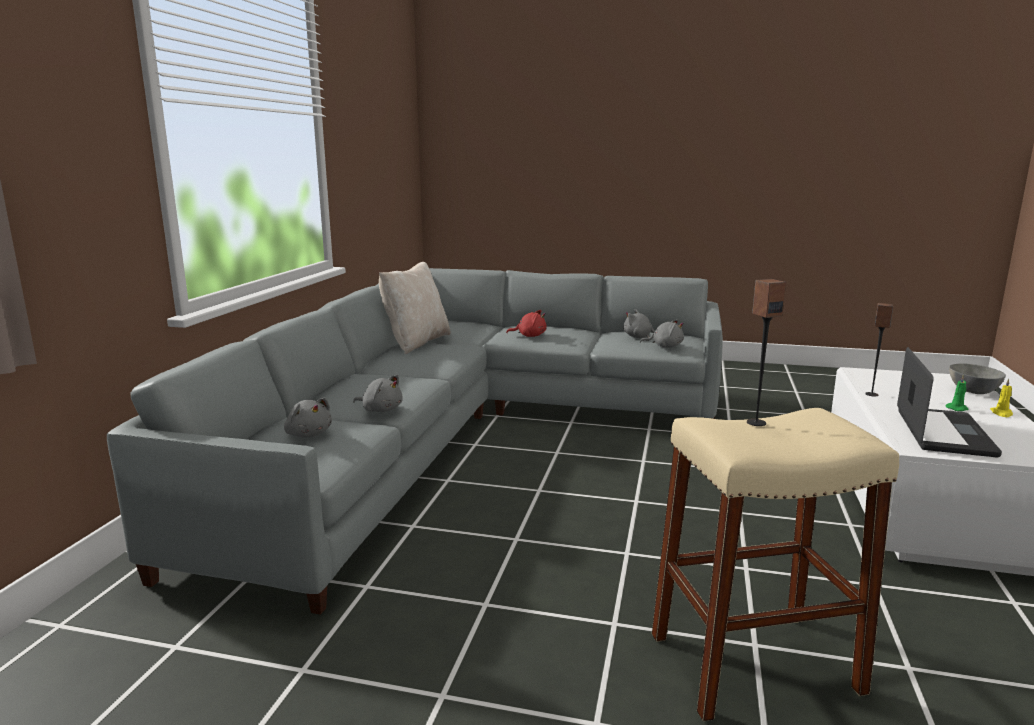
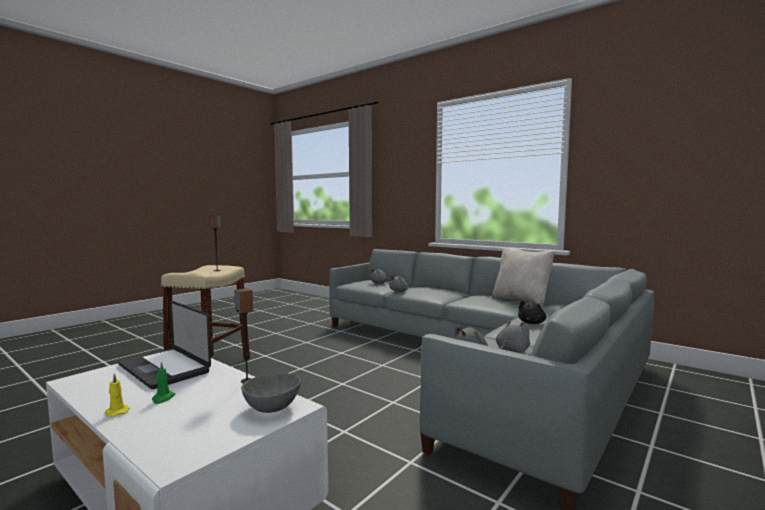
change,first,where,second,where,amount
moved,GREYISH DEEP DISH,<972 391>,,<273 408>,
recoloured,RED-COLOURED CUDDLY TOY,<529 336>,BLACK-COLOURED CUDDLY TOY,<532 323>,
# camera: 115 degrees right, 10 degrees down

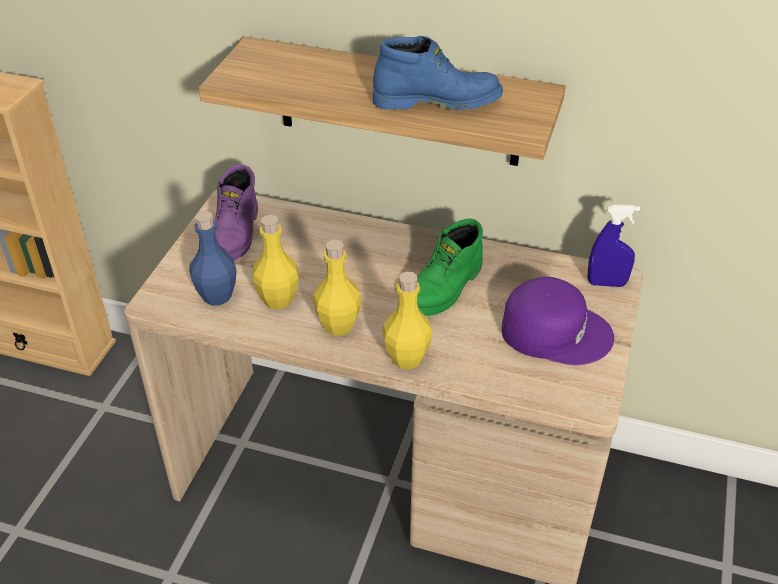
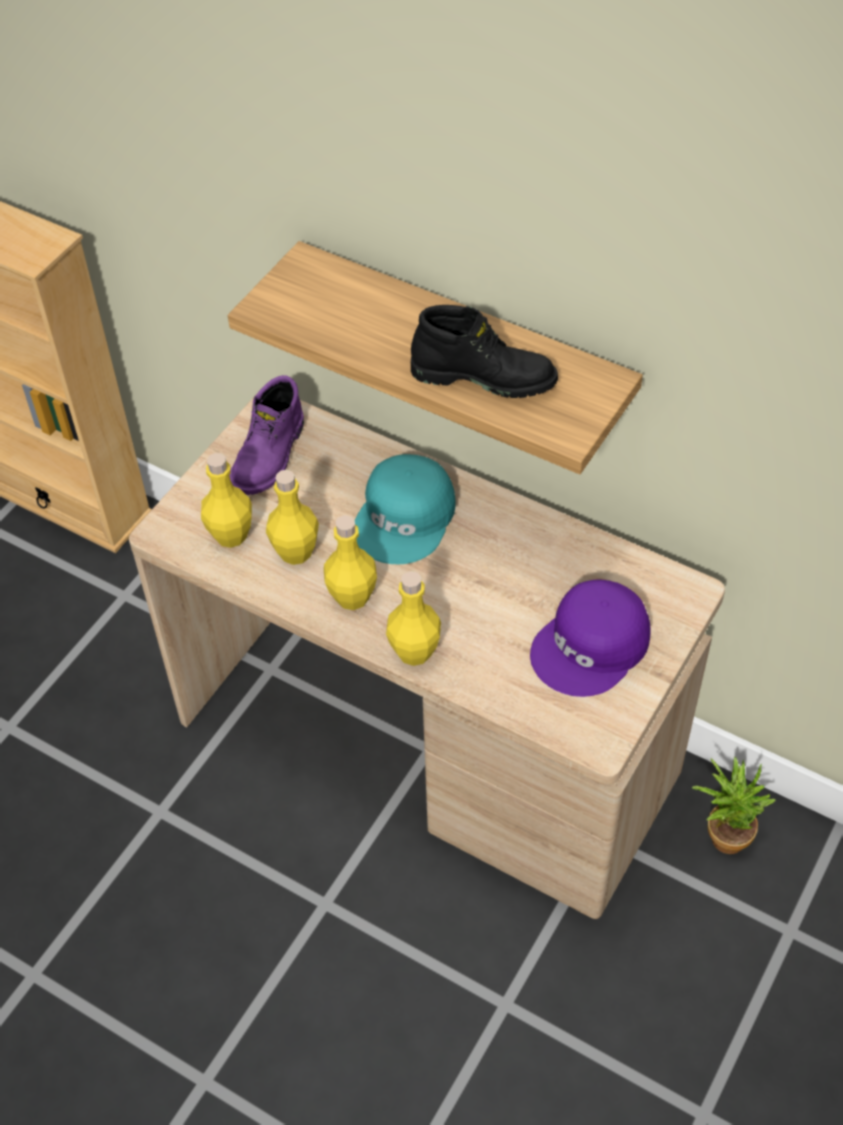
change,first,where,second,where,amount
recoloured,BLUE BEVERAGE BOTTLE,<217 296>,YELLOW-COLOURED BEVERAGE BOTTLE,<231 535>,
added,,,TURQUOISE CAP,<406 518>,
recoloured,BLUE TALL BOOT,<437 101>,BLACK-COLOURED TALL BOOT,<484 376>,
turned,PURPLISH CAP,<555 330>,,<592 646>,105 degrees clockwise
added,,,HOUSEPLANT,<724 832>,
removed,GREEN-COLOURED TALL BOOT,<444 289>,,,
removed,BLUE SPRAYER,<606 283>,,,
# camera: 15 degrees right, 10 degrees up

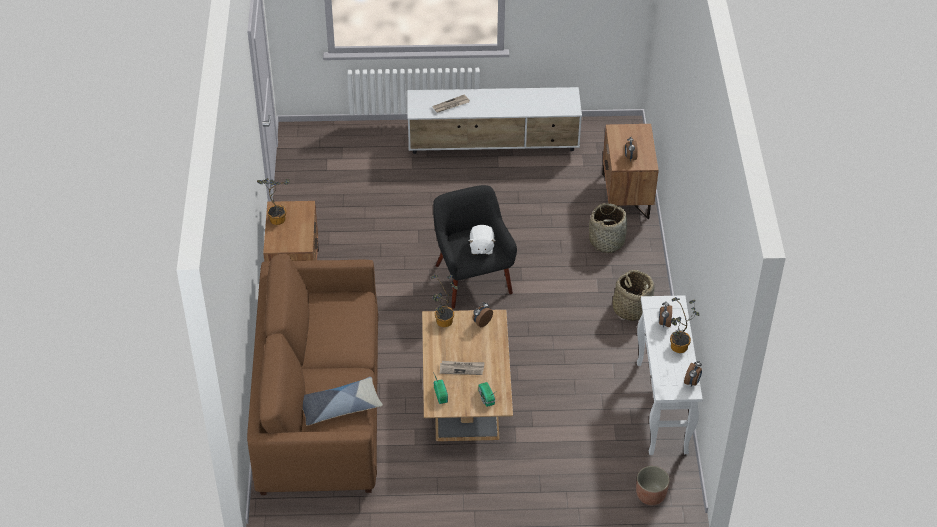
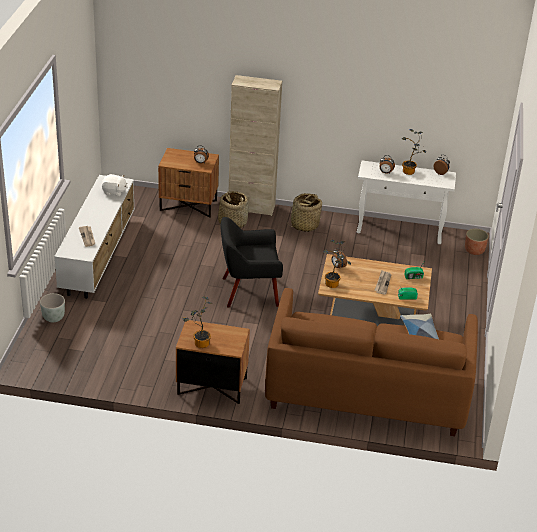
change,first,where,second,where,amount
added,,,GREYISH PLANTER,<53 317>,
moved,WHITE-COLOURED CUDDLY TOY,<481 247>,,<114 192>,
added,,,BEIGE-COLOURED CABINET,<251 207>,
# camera: 80 degrees left, 10 degrees down

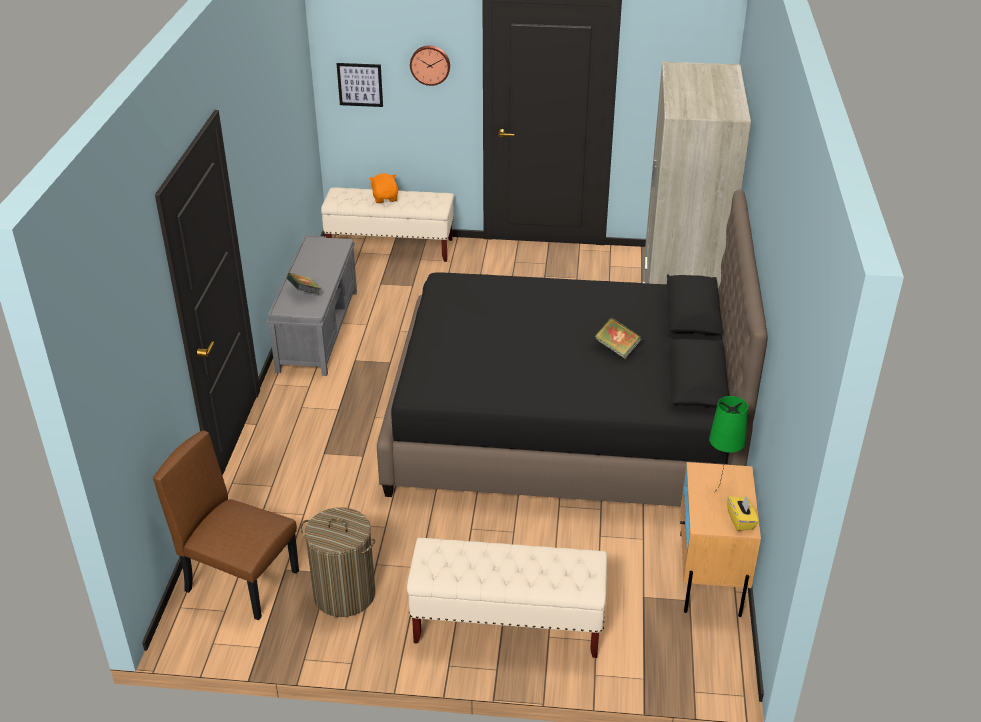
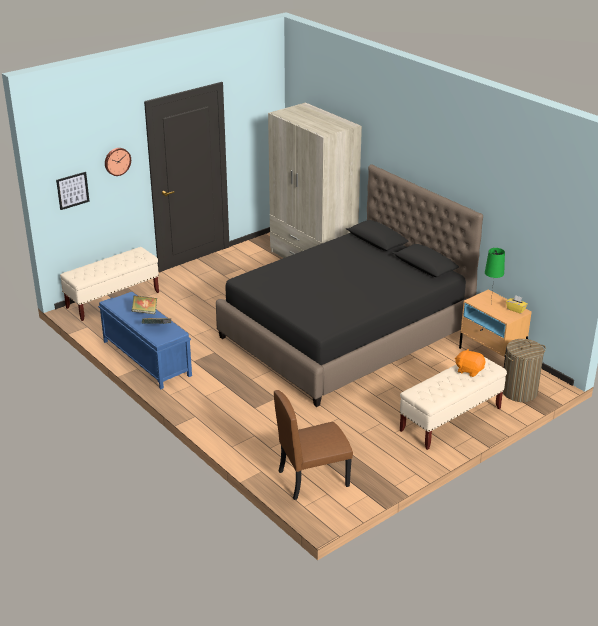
change,first,where,second,where,amount
recoloured,GREYISH LONG SEAT,<318 329>,BLUE LONG SEAT,<146 358>,
moved,BOUND BOOK,<617 348>,,<145 311>,
moved,ORANGEY CUDDLY TOY,<385 198>,,<469 370>,
moved,LAUNDRY BASKET,<344 594>,,<519 392>,
# camera: 45 degrees left, 5 degrees down

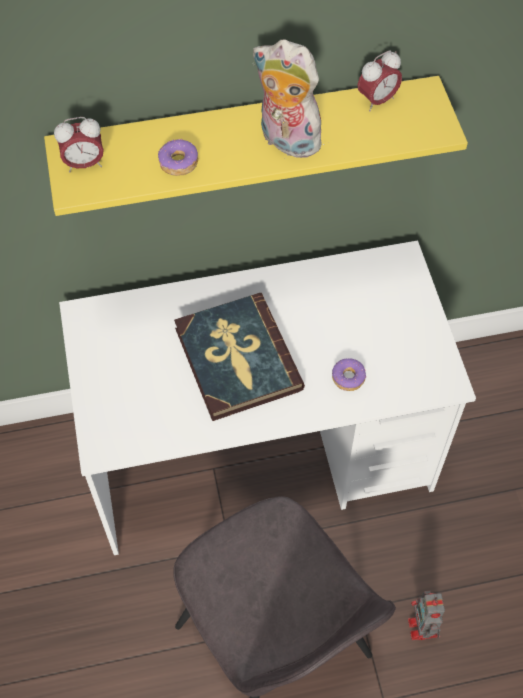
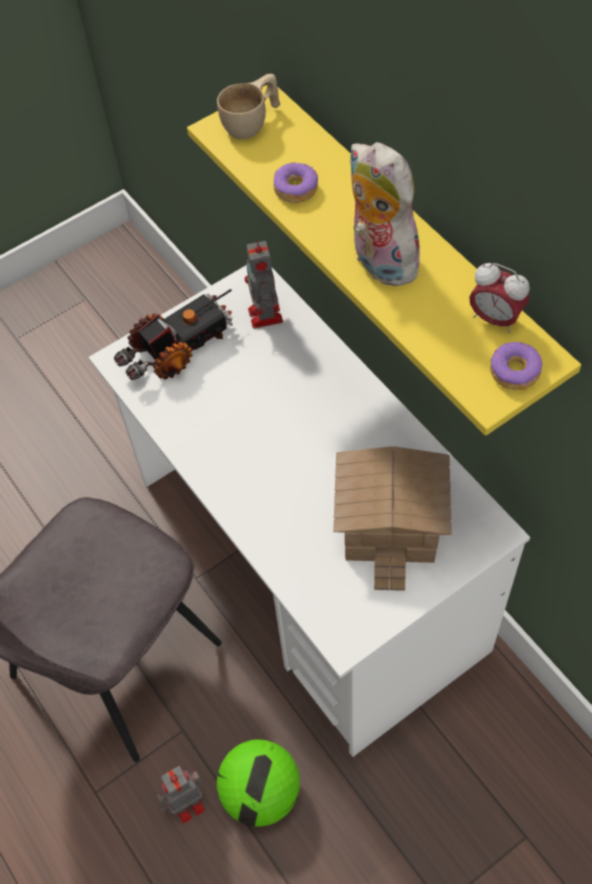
change,first,where,second,where,amount
added,,,MODEL TRUCK,<179 349>,
replaced,ALARM CLOCK,<84 164>,BEIGE-COLOURED DRINKING CUP,<252 123>,
added,,,BALL FOR FOOTBALL,<261 793>,
added,,,MODEL ROBOT,<265 317>,
added,,,TOY HOUSE,<387 521>,
turned,CUDDLY TOY,<286 141>,,<379 261>,45 degrees counterclockwise
moved,DOUGHNUT,<348 378>,,<514 372>,
removed,BOUND BOOK,<237 359>,,,
# camera: 70 degrees right, 0 degrees up

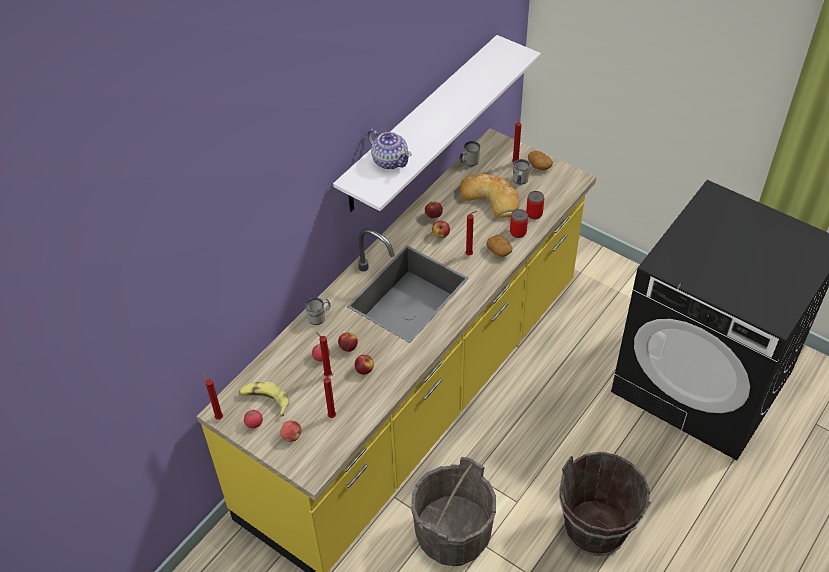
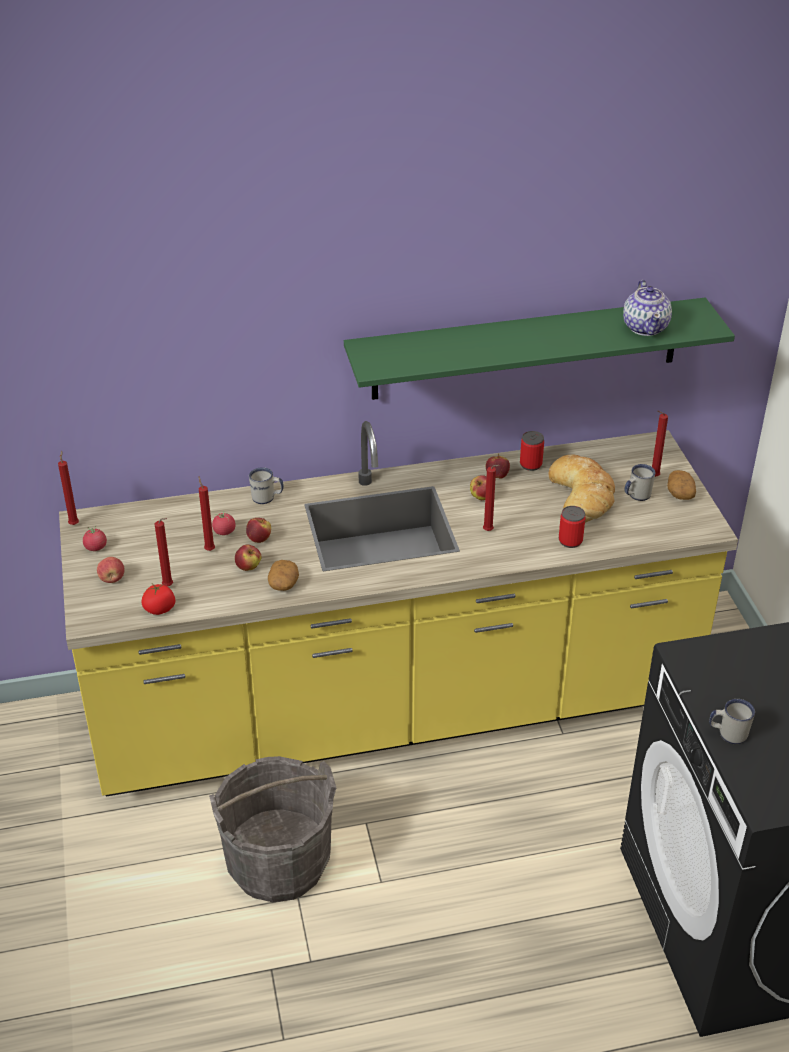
change,first,where,second,where,amount
added,,,FRESH TOMATO,<160 609>,
moved,SPUD,<499 251>,,<283 584>,
recoloured,WHITE-COLOURED WALL SHELF,<420 124>,GREEN-COLOURED WALL SHELF,<526 349>,
moved,CAN,<534 214>,,<530 464>,
moved,TEAPOT,<390 160>,,<645 327>,
moved,WHITE-COLOURED TEA MUG,<468 162>,,<727 733>,
removed,BANANA,<265 400>,,,
removed,BROWN-COLOURED PAIL,<595 529>,,,
# camera: 40 degrees right, 10 degrees down

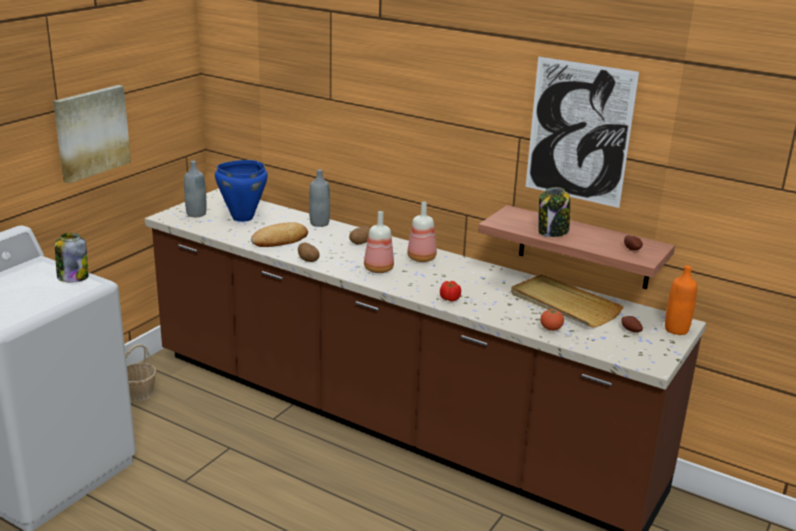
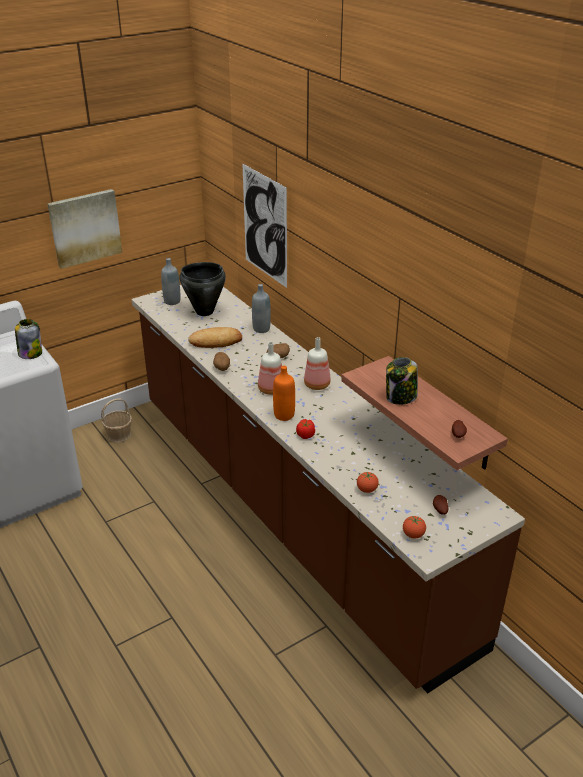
change,first,where,second,where,amount
recoloured,BLUE STOCKPOT,<242 218>,BLACK-COLOURED STOCKPOT,<204 311>,
moved,WALL PICTURE,<579 132>,,<265 225>,
moved,ORANGEY BEVERAGE BOTTLE,<676 329>,,<284 415>,
added,,,FRESH TOMATO,<413 534>,
removed,BEIGE-COLOURED CARRYING TRAY,<564 304>,,,
# camera: 25 degrees right, 10 degrees up

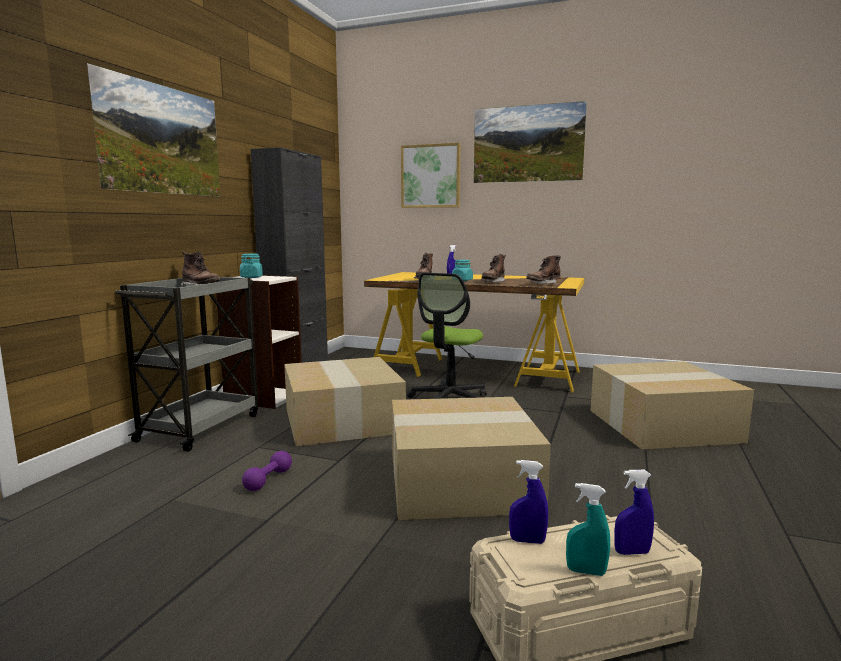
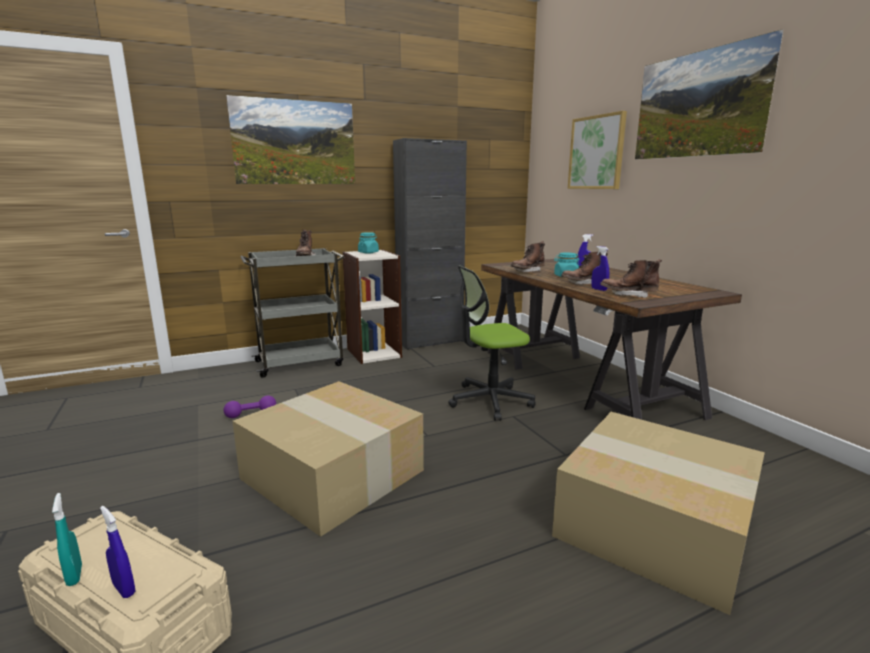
change,first,where,second,where,amount
recoloured,YELLOW-COLOURED DESK TABLE,<475 371>,BROWN-COLOURED DESK TABLE,<582 380>,
moved,BLUE SPRAYER,<527 541>,,<599 289>,
removed,CARDBOARD BOX,<340 420>,,,
# camera: 45 degrees right, 5 degrees up

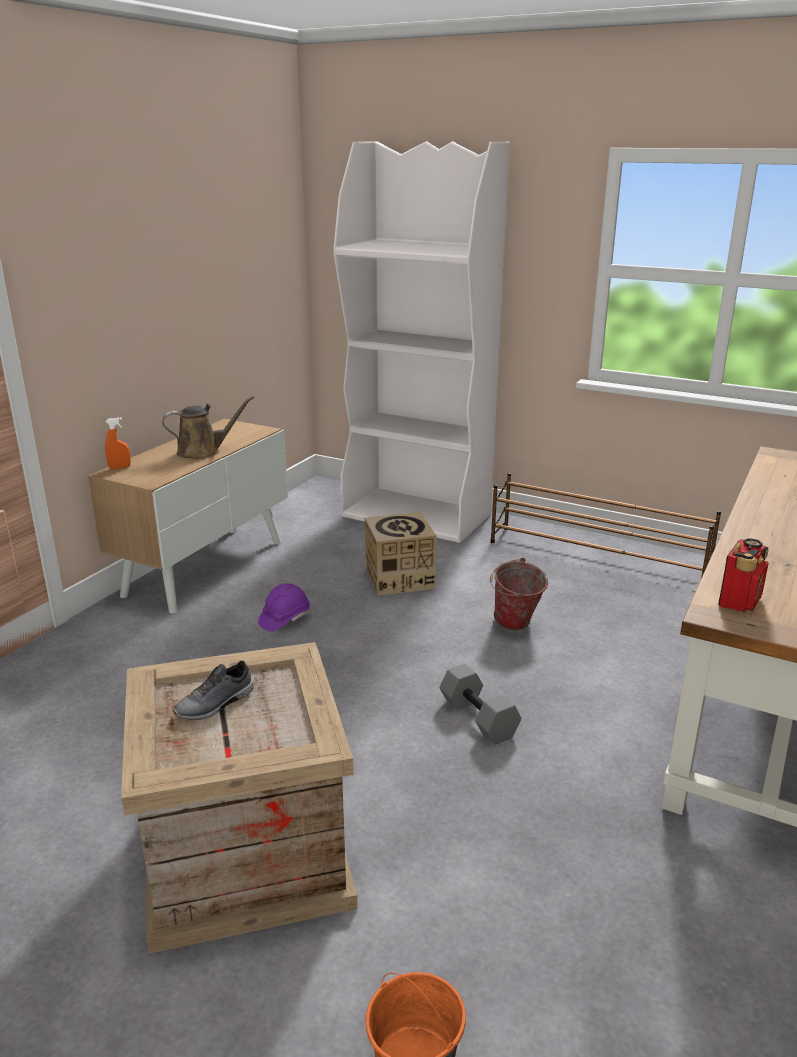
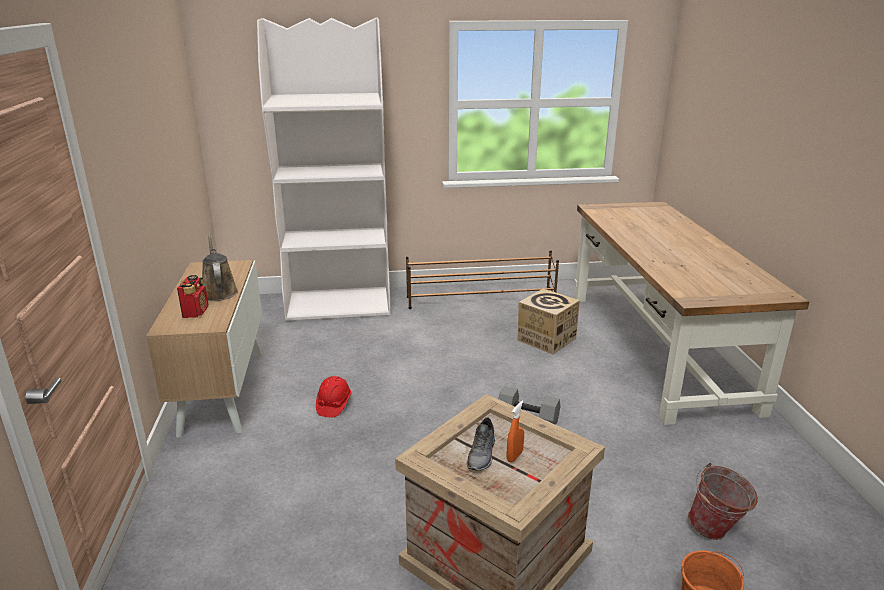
change,first,where,second,where,amount
moved,RADIO RECEIVER,<740 601>,,<196 312>,
turned,BROWN-COLOURED SPRINKLING CAN,<203 452>,,<218 291>,60 degrees counterclockwise
recoloured,PURPLISH SAFETY HELMET,<284 619>,RED-COLOURED SAFETY HELMET,<333 405>,
moved,ORANGEY SPRAYER,<120 468>,,<514 456>,
moved,CARDBOARD BOX,<399 578>,,<546 339>,
moved,PAIL,<515 625>,,<716 532>,
# camera: 35 degrees left, 0 degrees up

